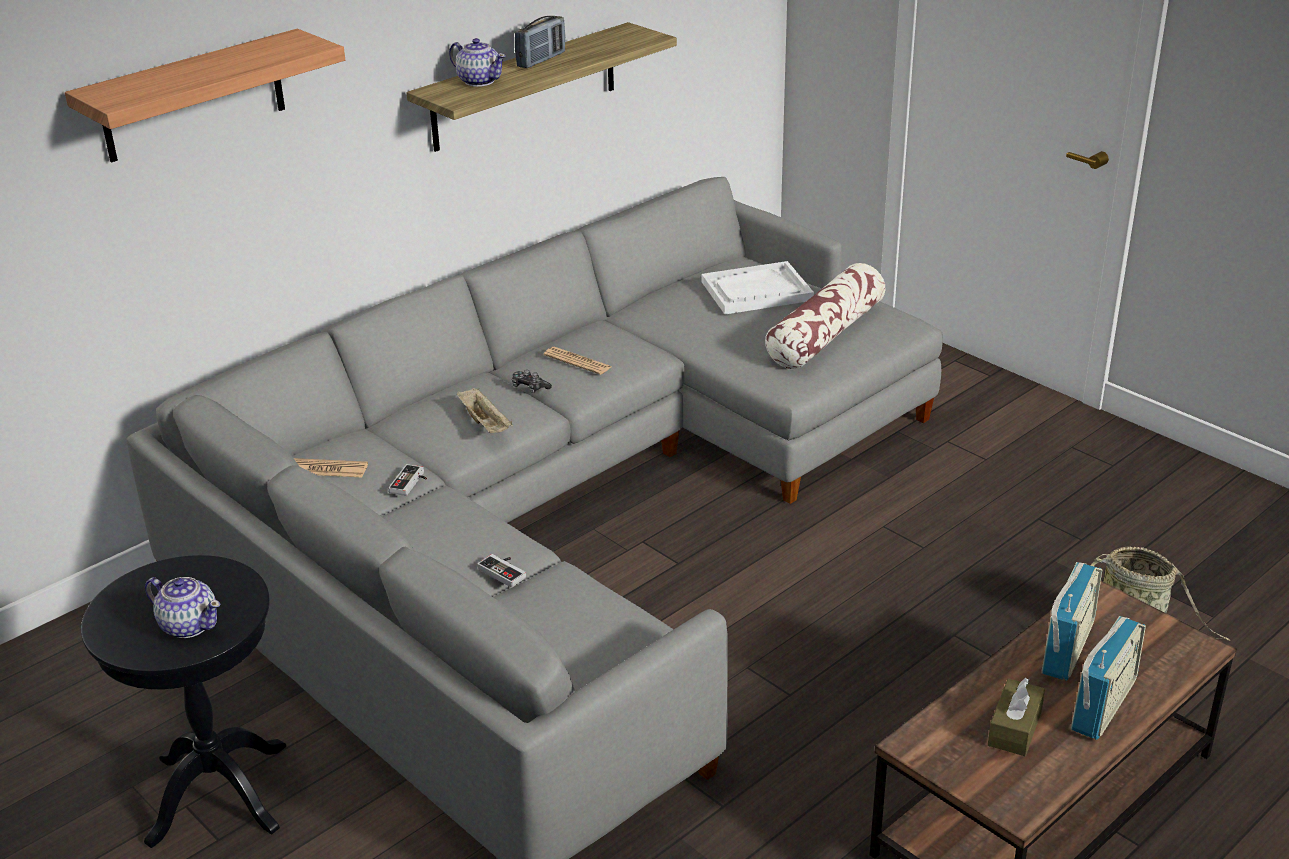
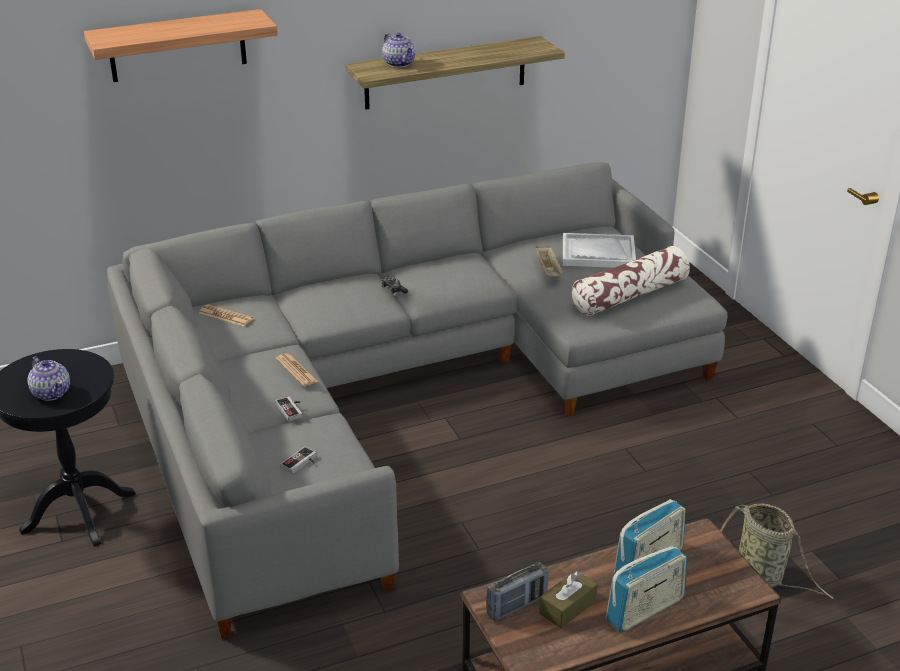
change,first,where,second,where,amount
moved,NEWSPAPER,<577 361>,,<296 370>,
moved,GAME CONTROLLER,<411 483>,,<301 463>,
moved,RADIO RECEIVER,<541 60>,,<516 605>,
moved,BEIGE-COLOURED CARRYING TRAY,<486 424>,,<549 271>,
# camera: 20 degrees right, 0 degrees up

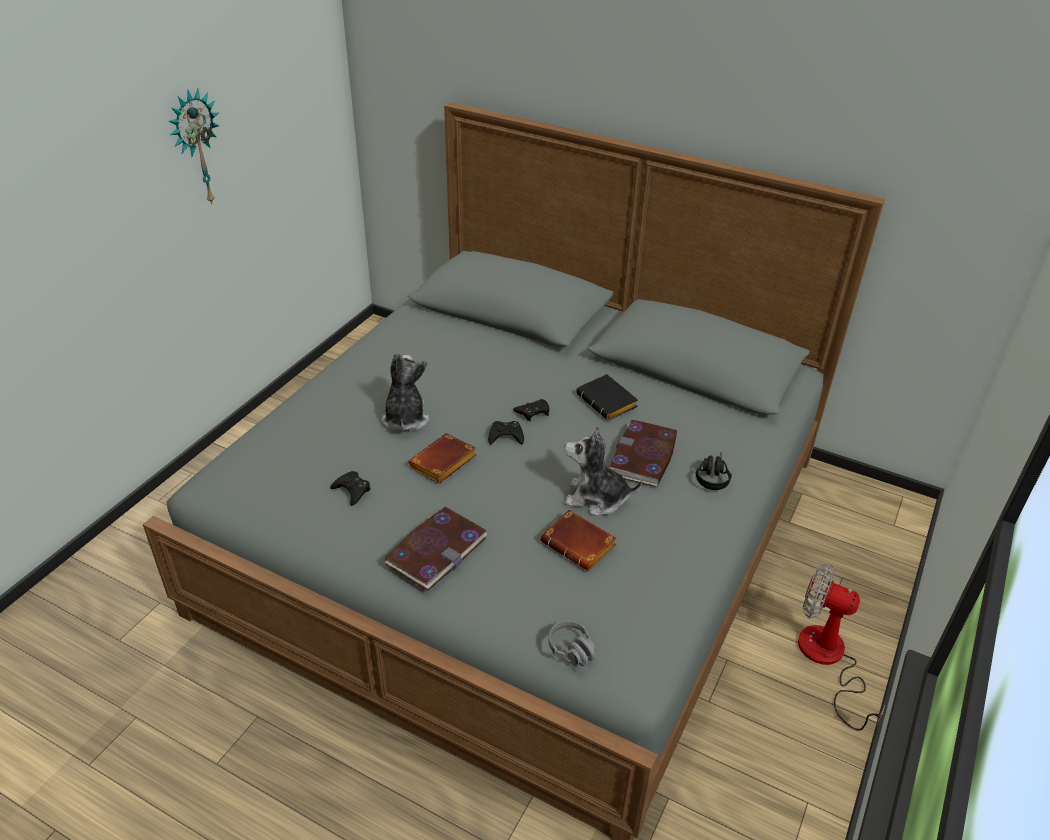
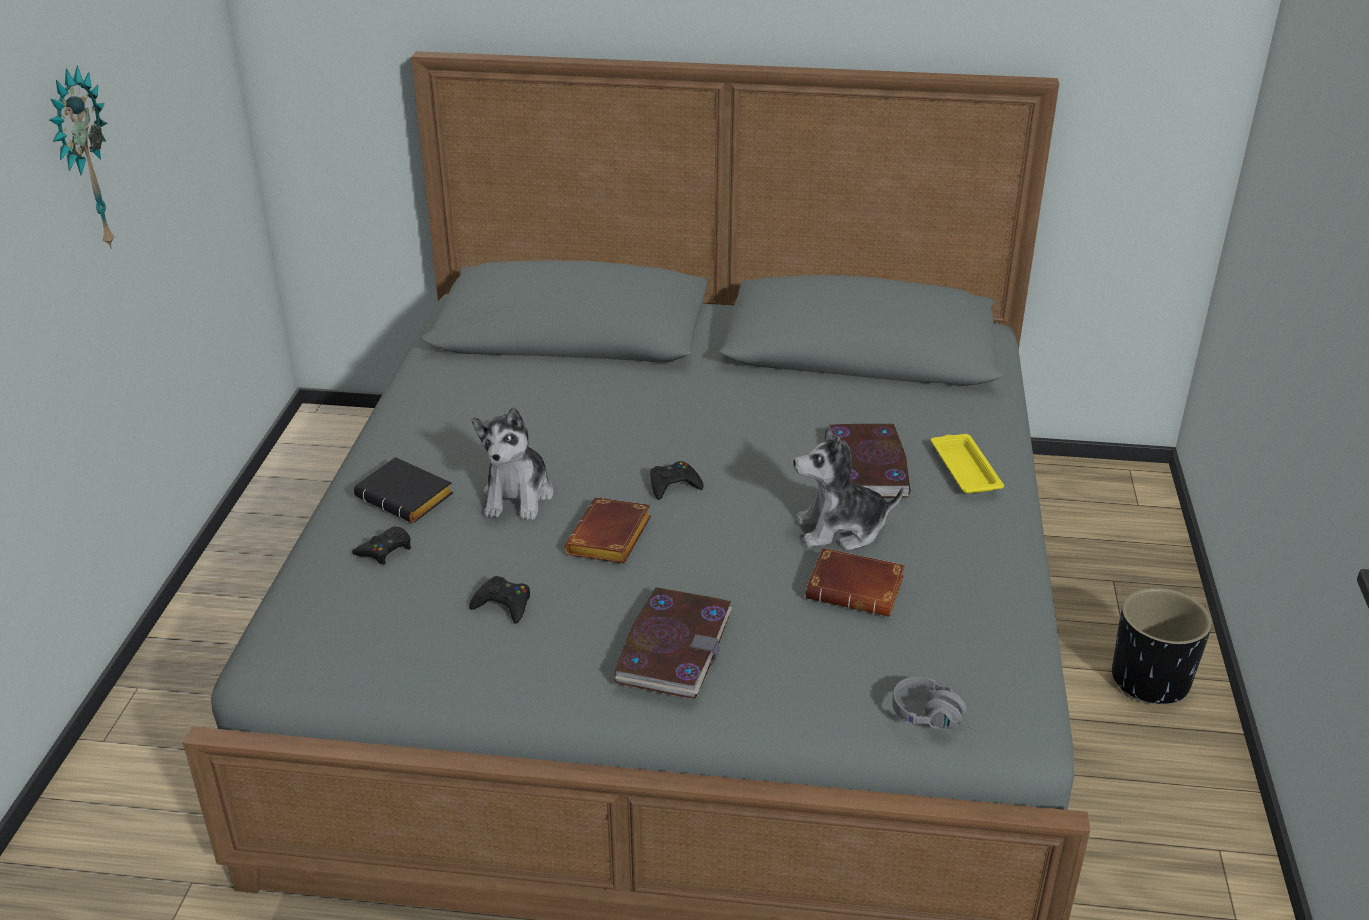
change,first,where,second,where,amount
moved,BLACK-COLOURED GAME CONTROLLER,<533 412>,,<385 550>,
moved,BLACK-COLOURED BOUND BOOK,<609 402>,,<408 497>,
turned,CUDDLY TOY,<405 418>,,<518 496>,150 degrees counterclockwise
replaced,BLACK-COLOURED HEADPHONES,<712 475>,YELLOW-COLOURED CARRYING TRAY,<964 468>,
replaced,FAN,<827 660>,BLACK-COLOURED PLANTER,<1150 681>,
# camera: 20 degrees left, 5 degrees down

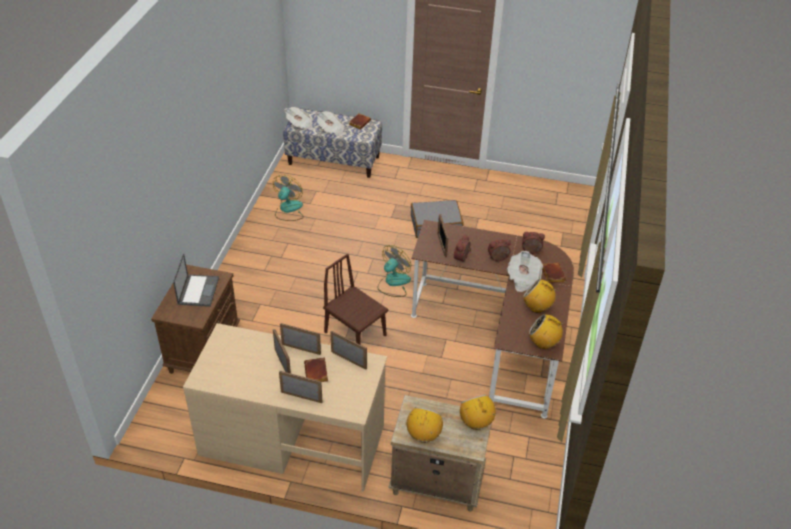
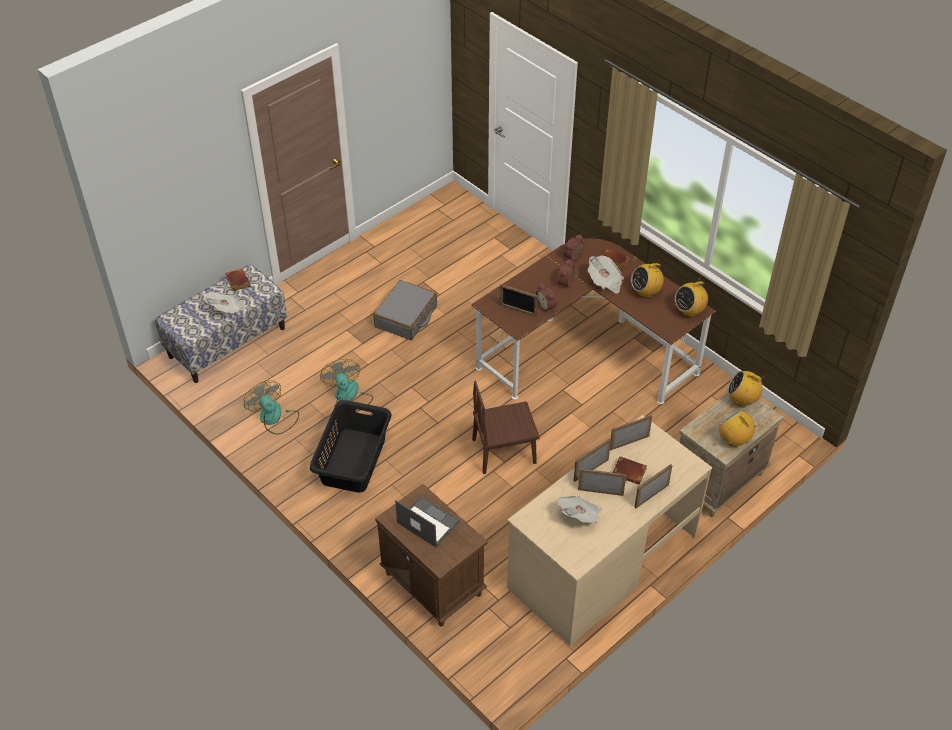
change,first,where,second,where,amount
added,,,BLACK-COLOURED LAUNDRY BASKET,<352 460>,
moved,FAN,<393 283>,,<348 397>,
moved,NEWSPAPER,<300 125>,,<580 516>,
# camera: 55 degrees left, 5 degrees up

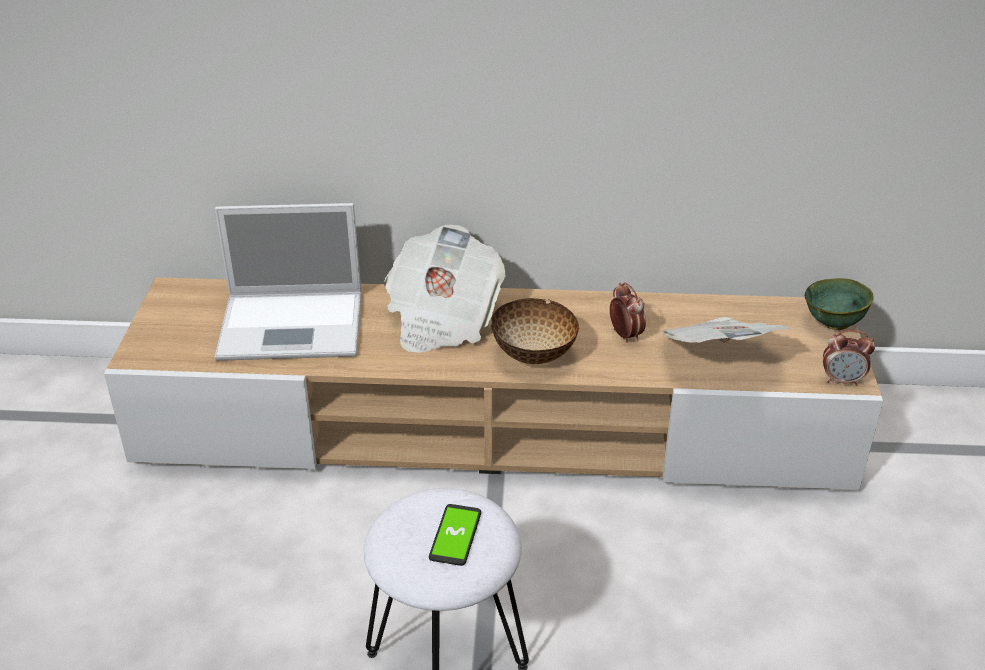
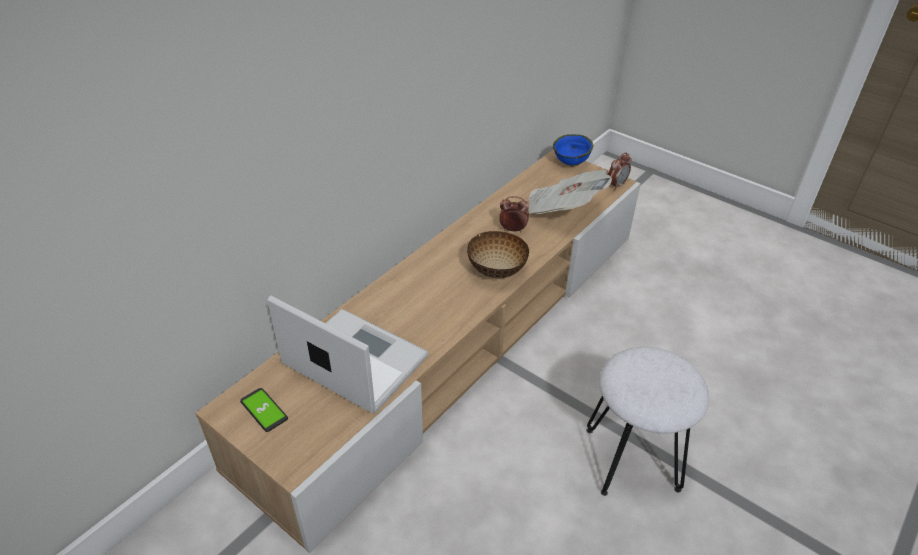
change,first,where,second,where,amount
moved,HANDSET,<455 535>,,<264 410>,
turned,LAPTOP,<294 325>,,<353 360>,90 degrees counterclockwise
recoloured,GREEN-COLOURED DEEP DISH,<833 325>,BLUE DEEP DISH,<571 163>,
removed,NEWSPAPER,<442 318>,,,
# camera: 55 degrees left, 5 degrees up

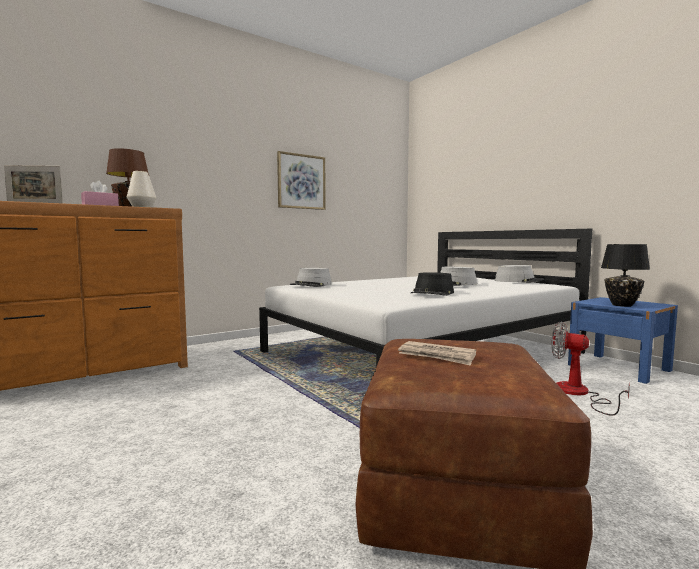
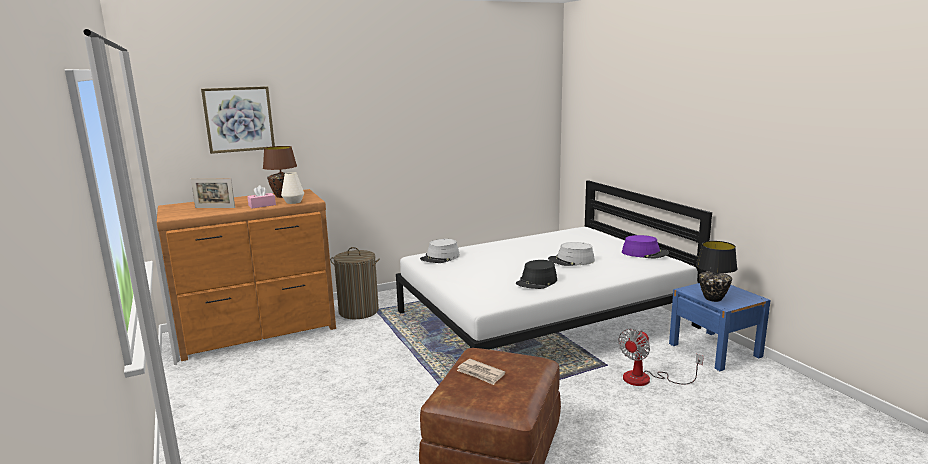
change,first,where,second,where,amount
moved,WALL PICTURE,<301 181>,,<239 119>,
added,,,LAUNDRY BASKET,<359 311>,
turned,FAN,<578 394>,,<646 379>,90 degrees counterclockwise
recoloured,GREYISH HAT,<518 281>,PURPLISH HAT,<645 253>,
# camera: 10 degrees right, 10 degrees up

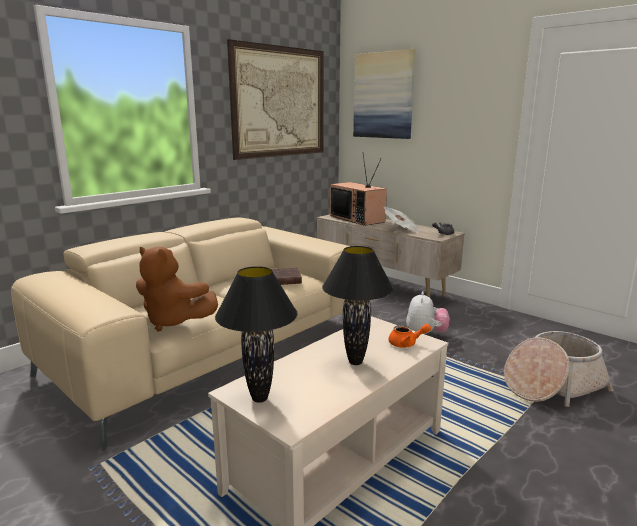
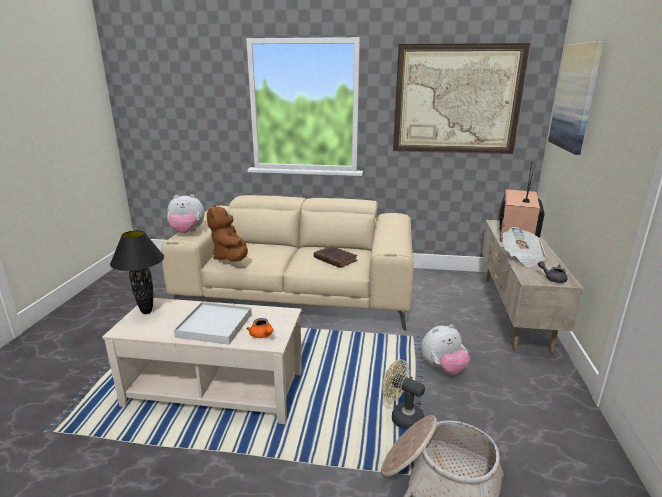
change,first,where,second,where,amount
added,,,CUDDLY TOY,<187 232>,
replaced,BLACK-COLOURED TABLE LAMP,<356 362>,WHITE-COLOURED CARRYING TRAY,<215 325>,
added,,,BEIGE-COLOURED FAN,<402 416>,
# camera: 55 degrees right, 5 degrees up

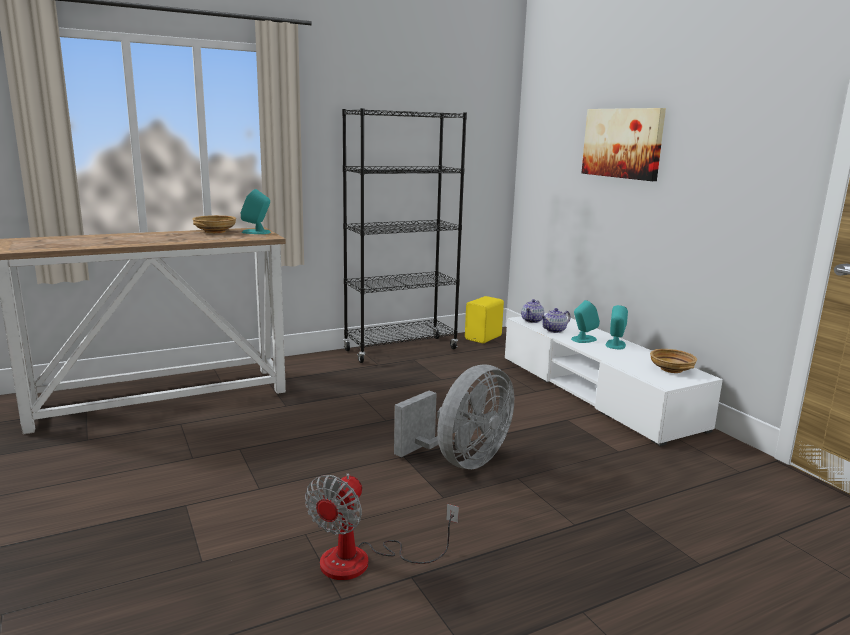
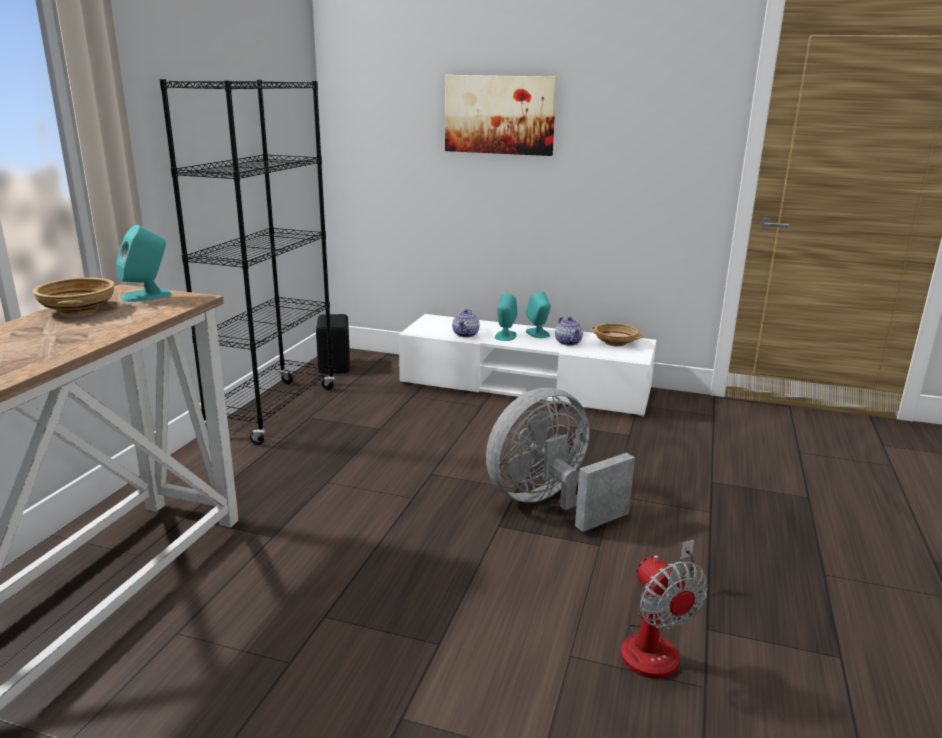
change,first,where,second,where,amount
recoloured,YELLOW-COLOURED AUDIO SPEAKER,<484 338>,BLACK-COLOURED AUDIO SPEAKER,<336 366>,
turned,GREYISH FAN,<461 461>,,<549 503>,120 degrees counterclockwise
moved,TEAPOT,<532 320>,,<568 342>,
# camera: 45 degrees left, 5 degrees up

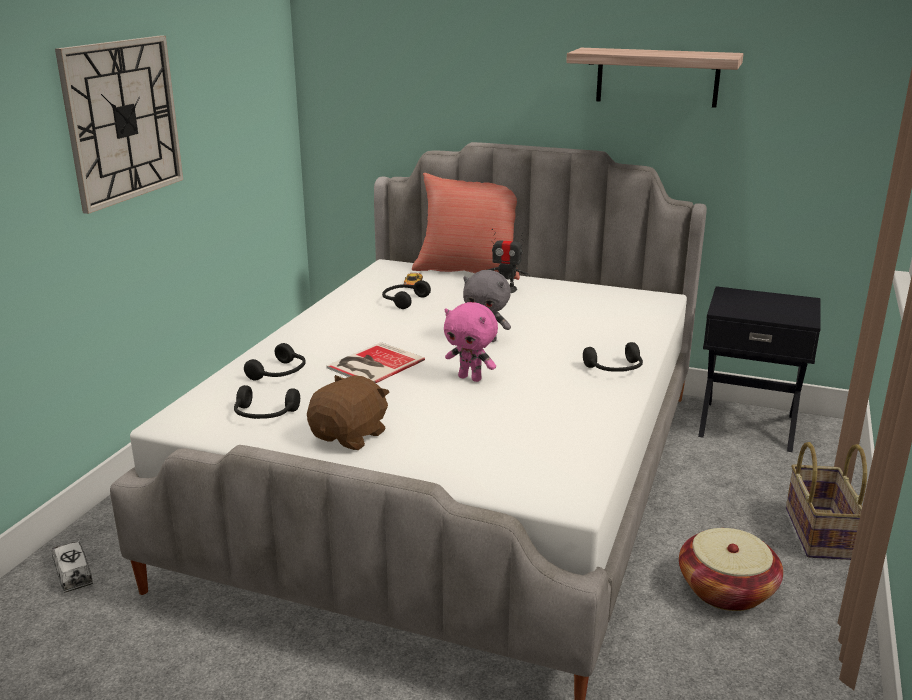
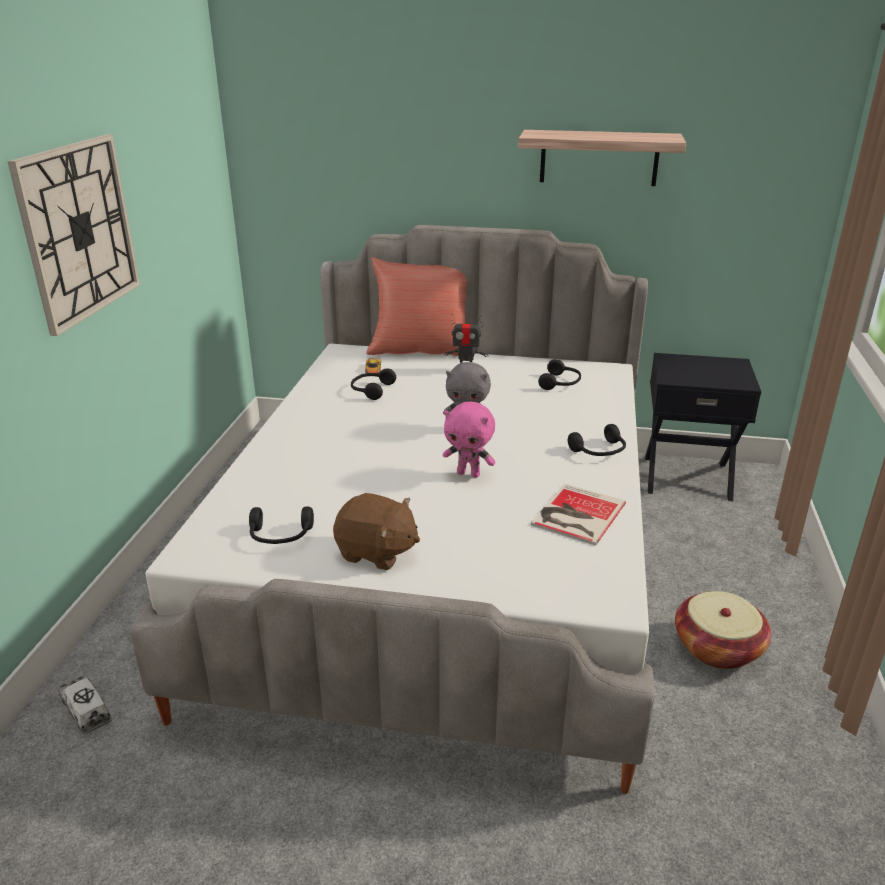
change,first,where,second,where,amount
turned,BROWN-COLOURED CUDDLY TOY,<350 436>,,<376 552>,90 degrees clockwise
moved,BOUND BOOK,<373 364>,,<576 515>,
moved,BLACK-COLOURED HEADPHONES,<280 373>,,<561 383>,
removed,BASKET,<817 533>,,,
# camera: 10 degrees left, 5 degrees up

